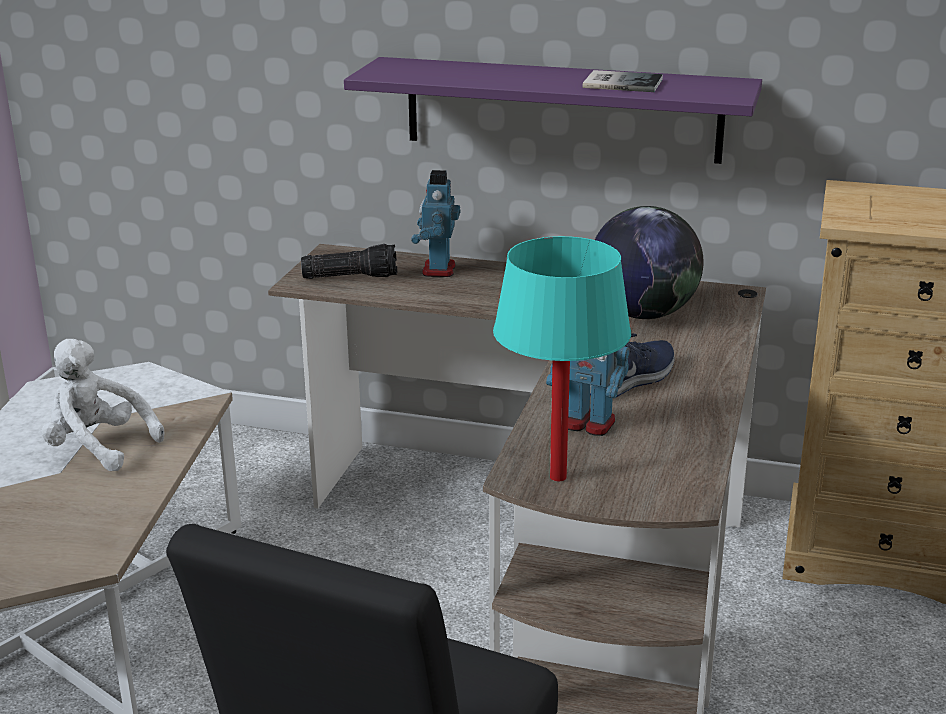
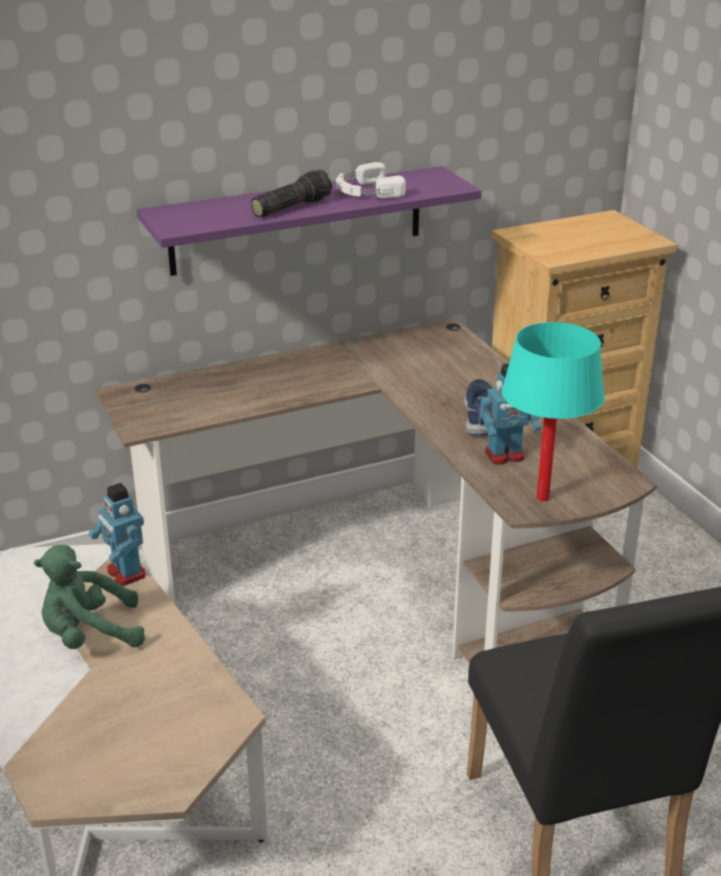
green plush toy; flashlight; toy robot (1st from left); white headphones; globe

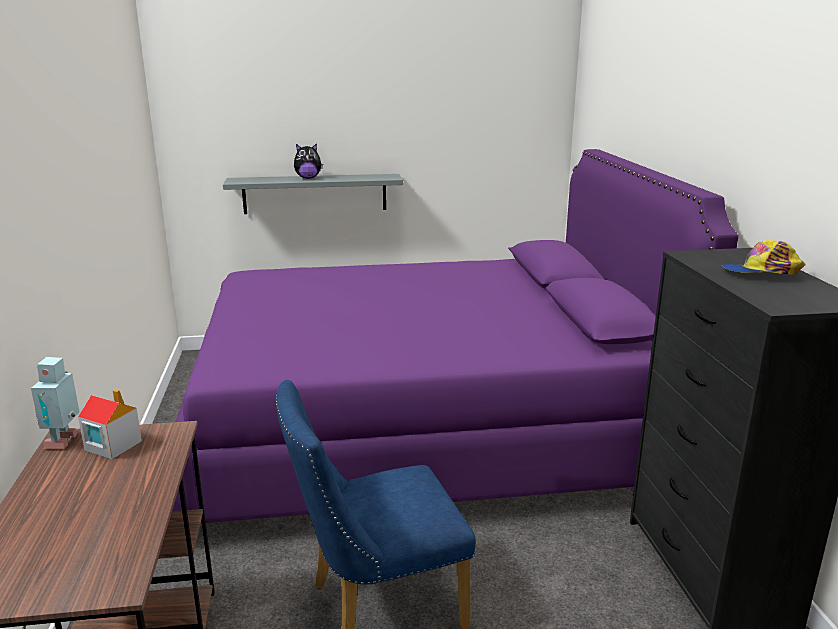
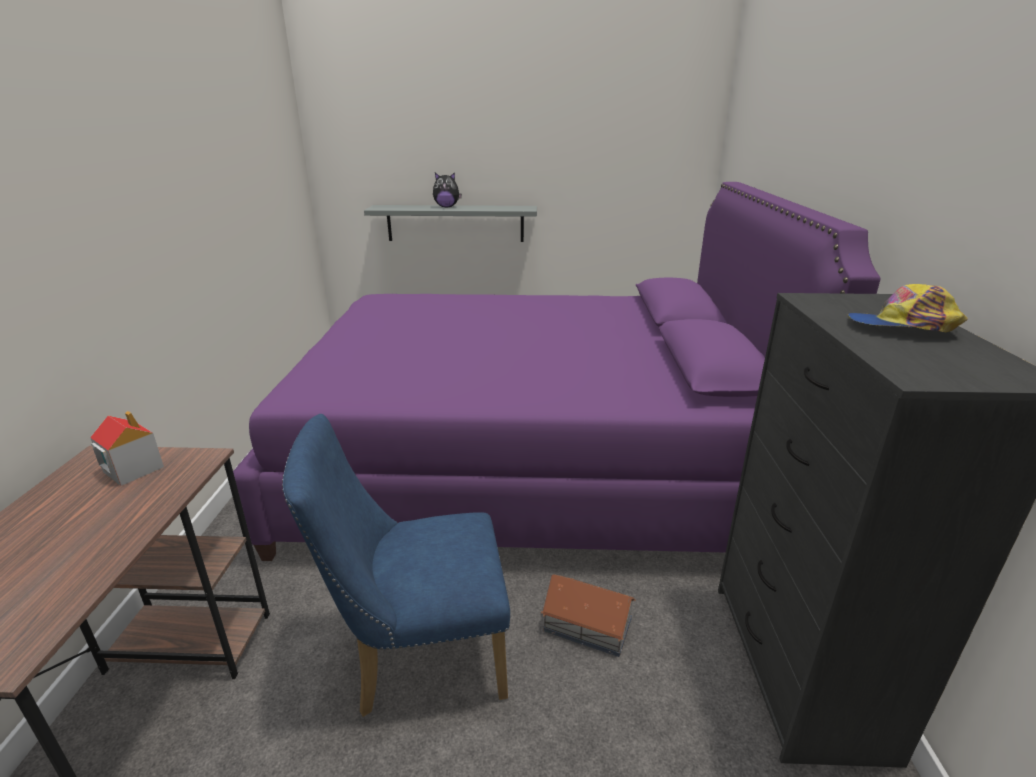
toy robot; toy house (2nd from left)

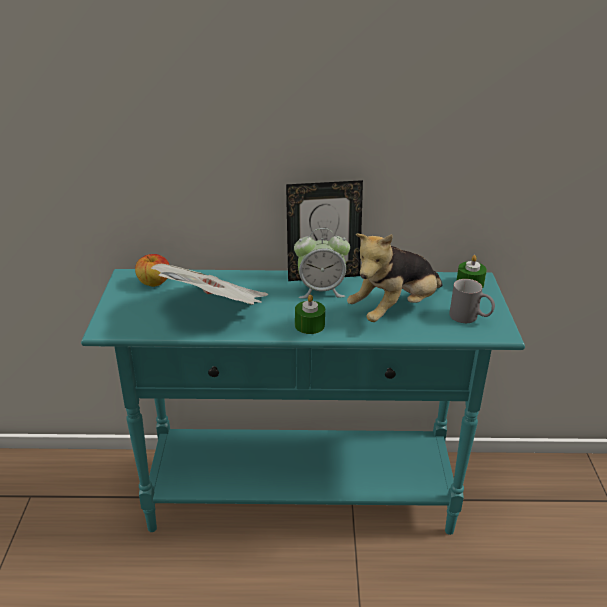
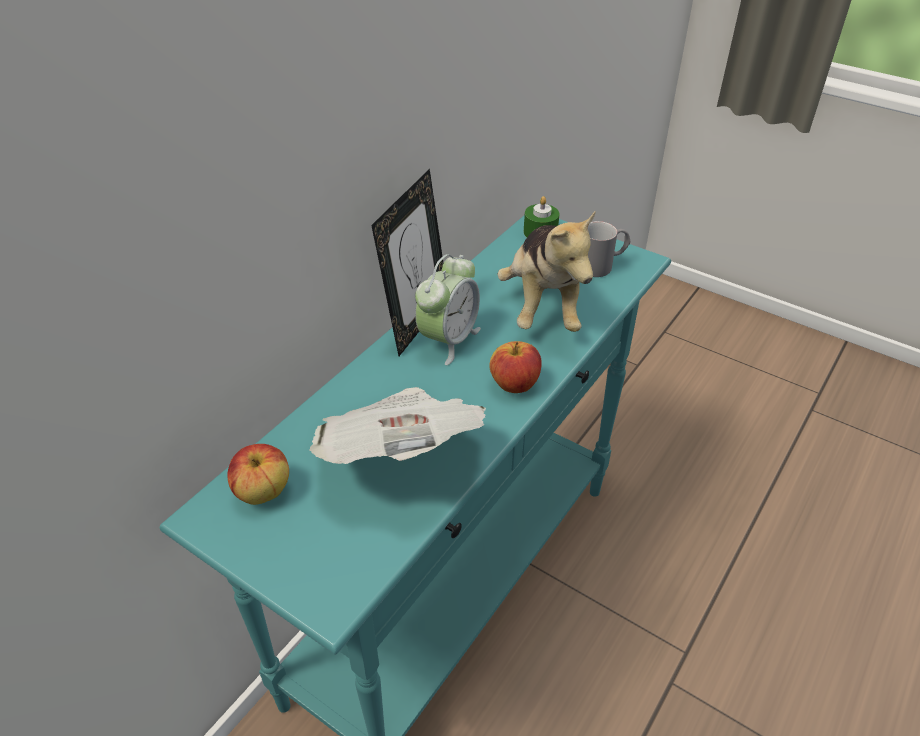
apple (2nd from left)

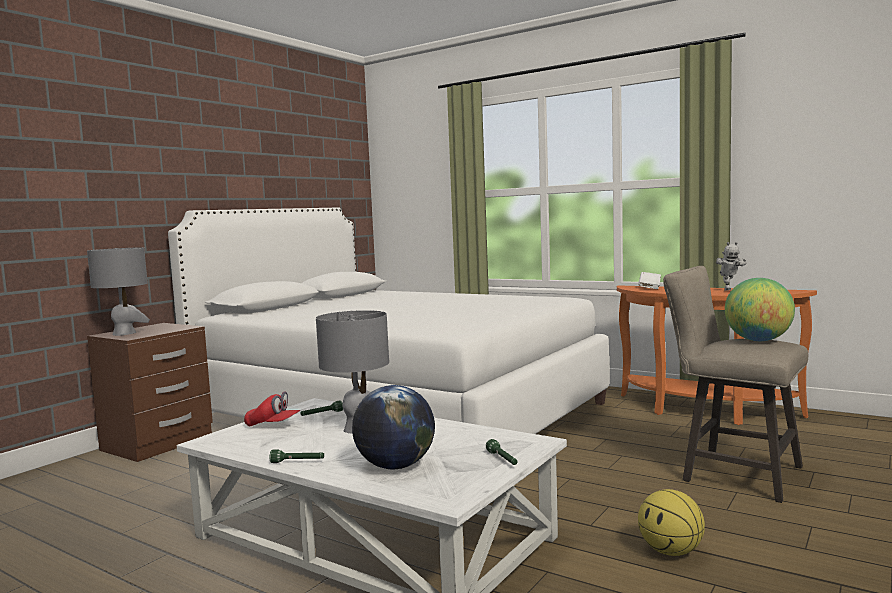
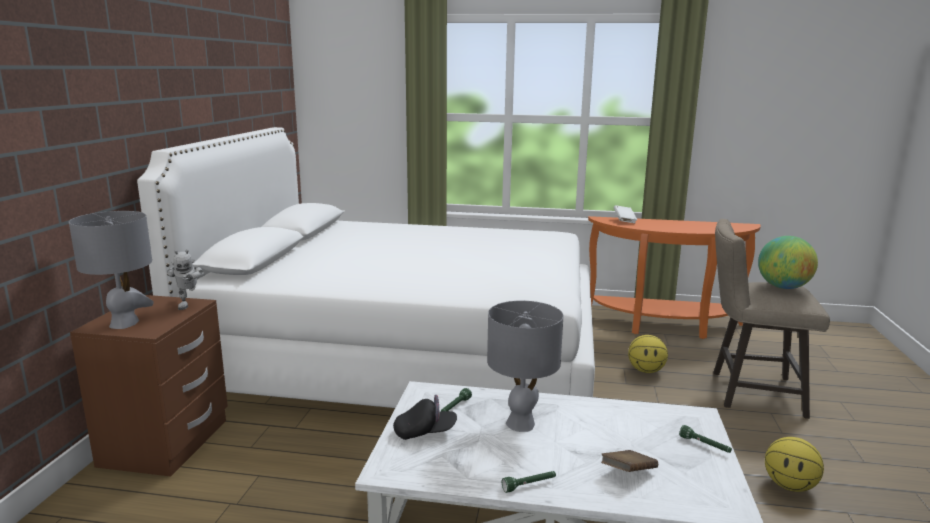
black cap; brown book; toy robot; basketball (1st from left)

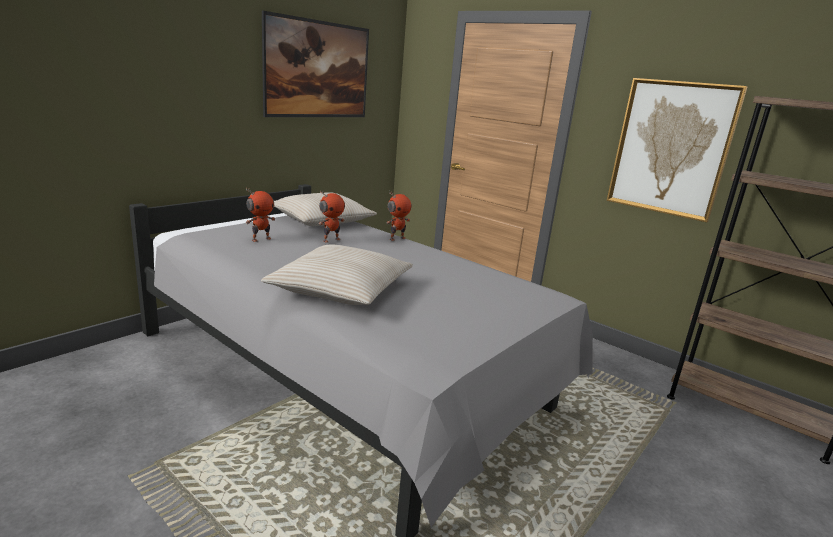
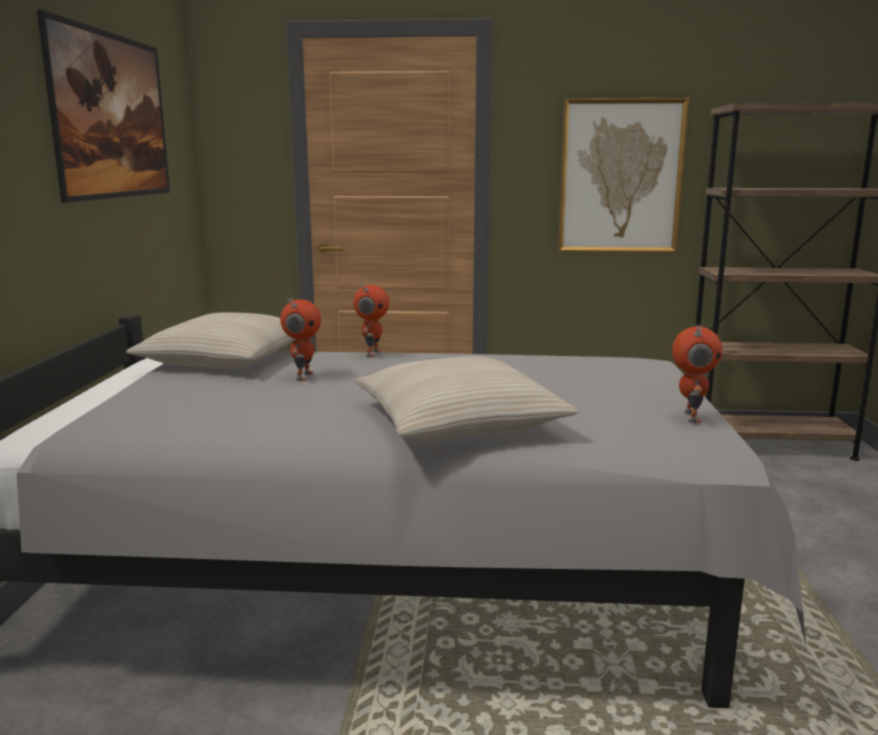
toy robot (3rd from left)

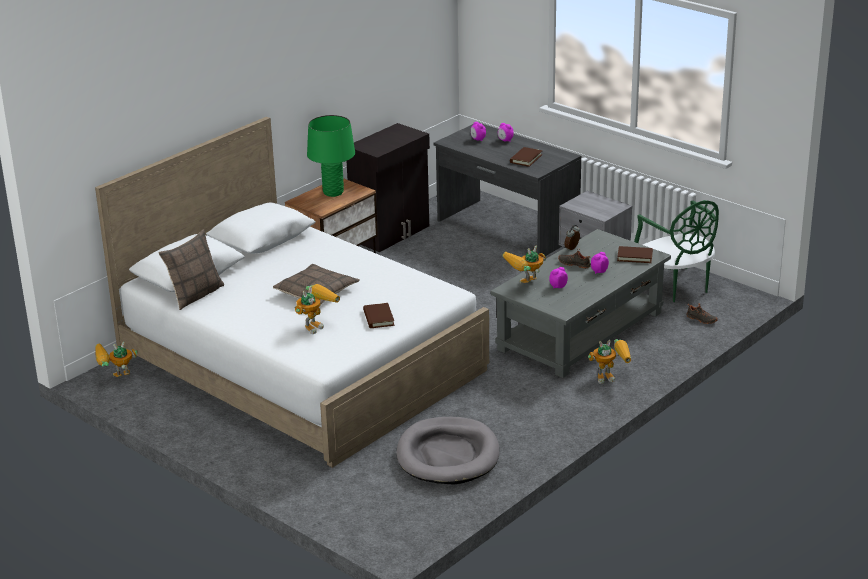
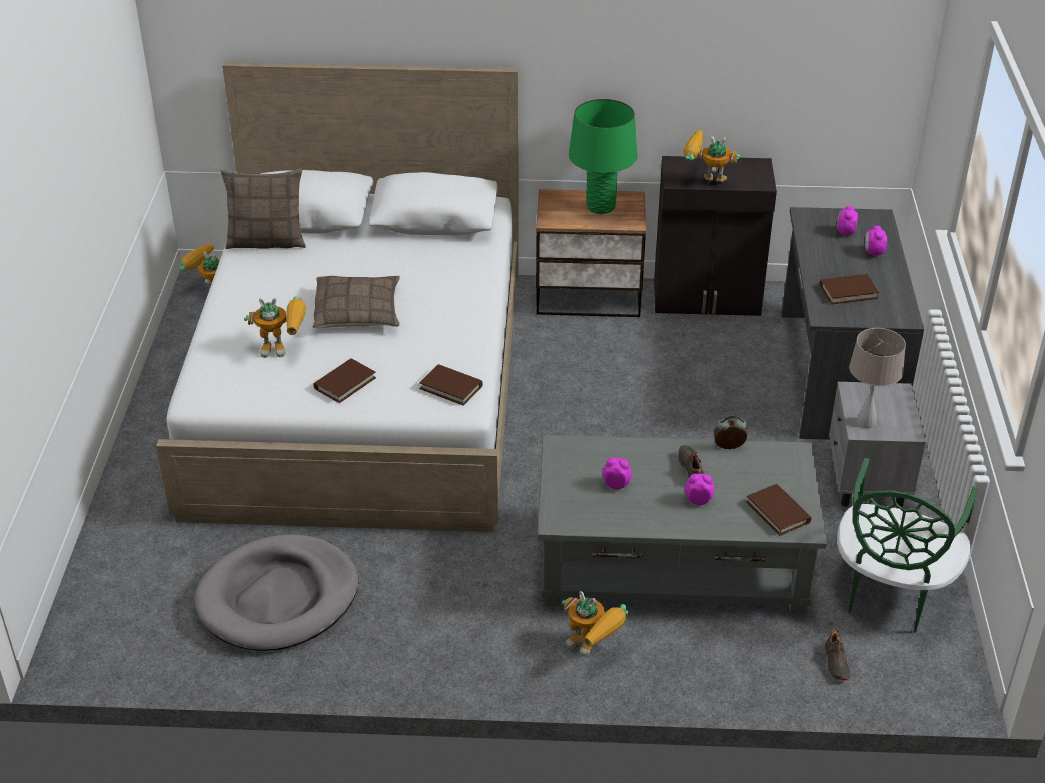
toy robot (4th from left); brown book (2nd from left); beige table lamp

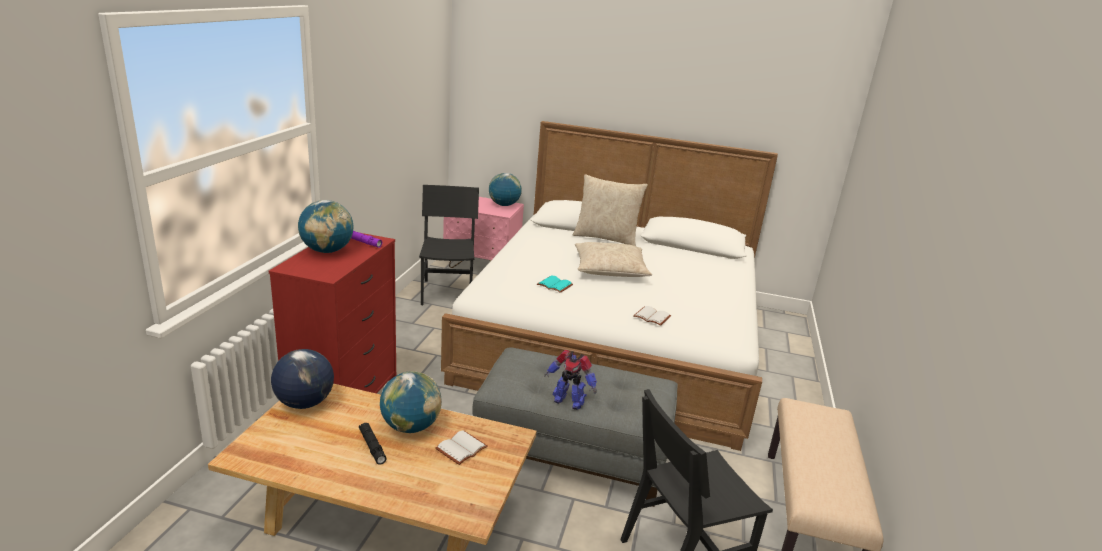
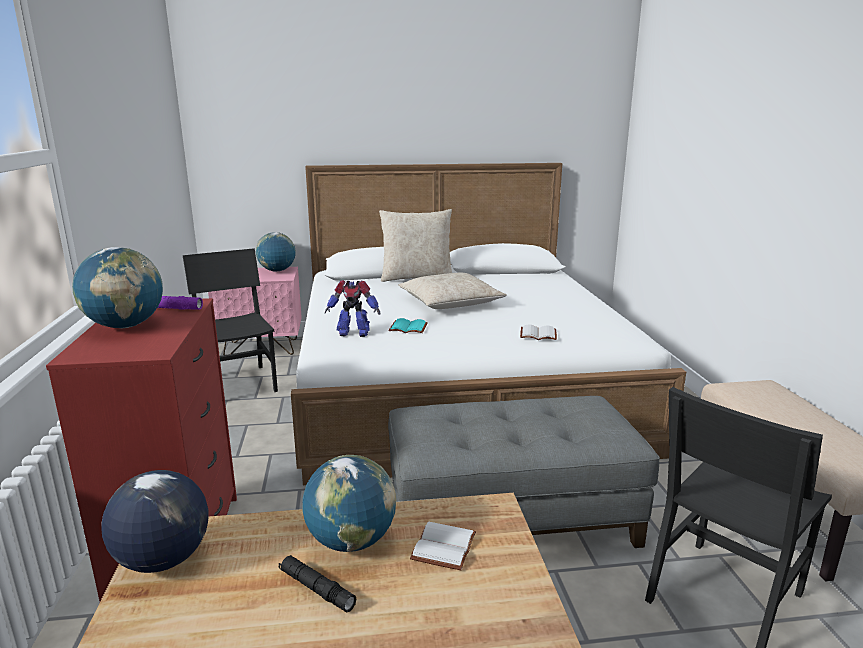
toy robot

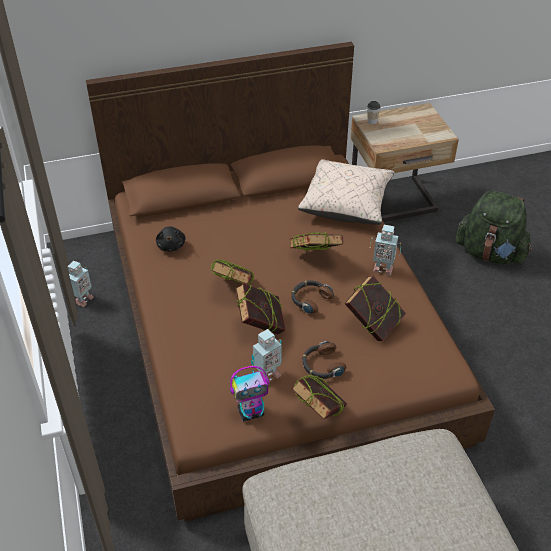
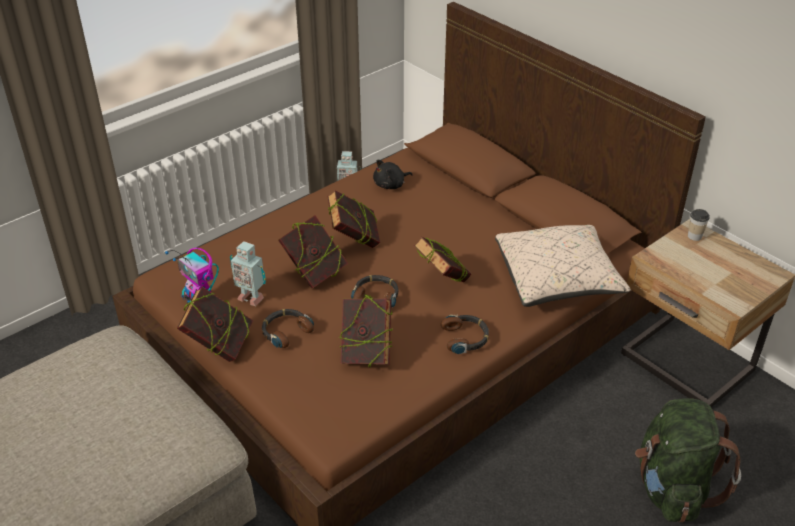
headphones (3rd from left)

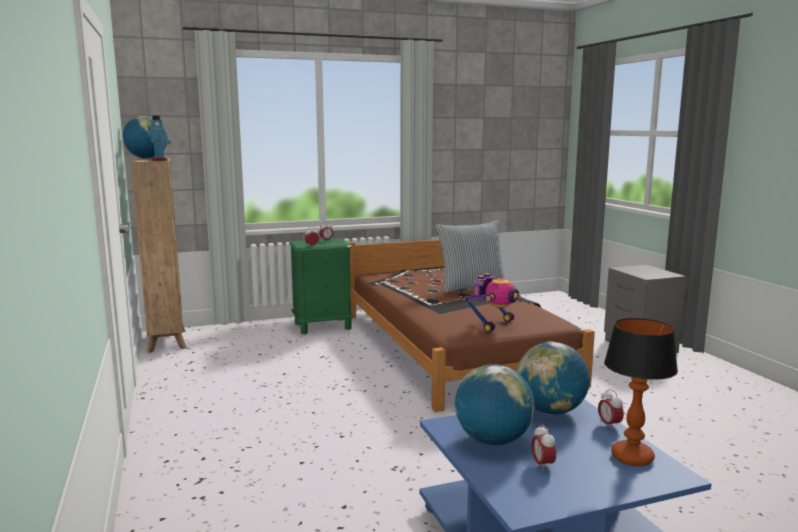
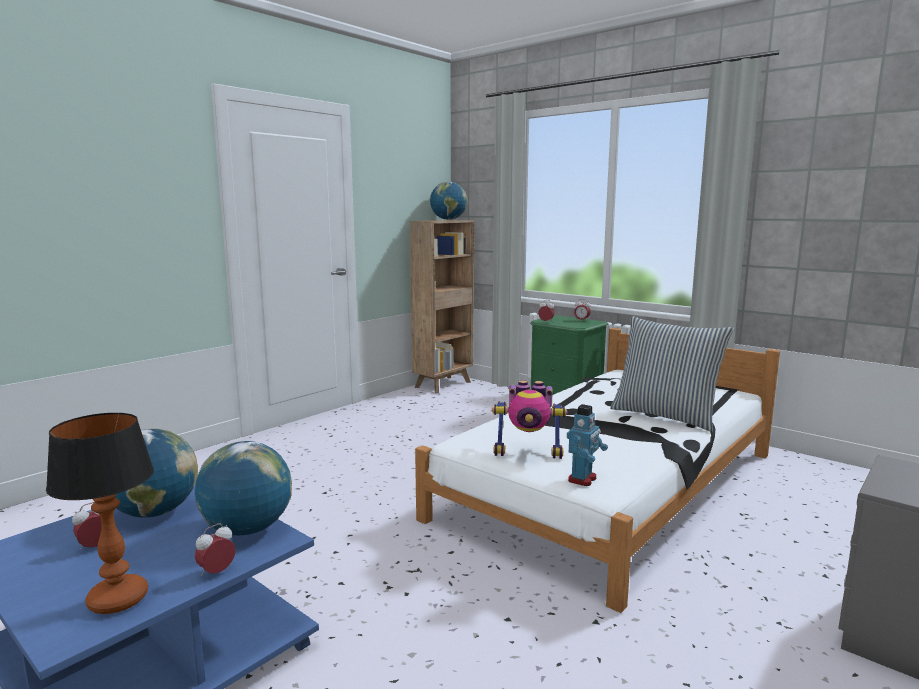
toy robot (2nd from left); white bed

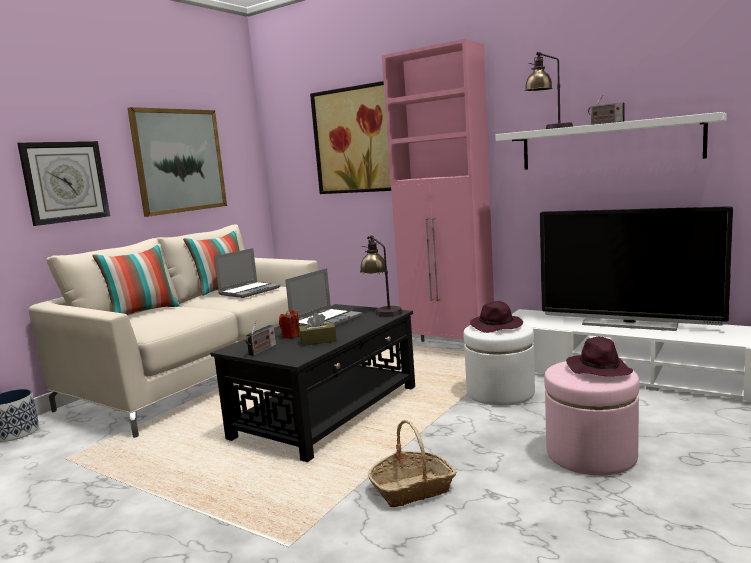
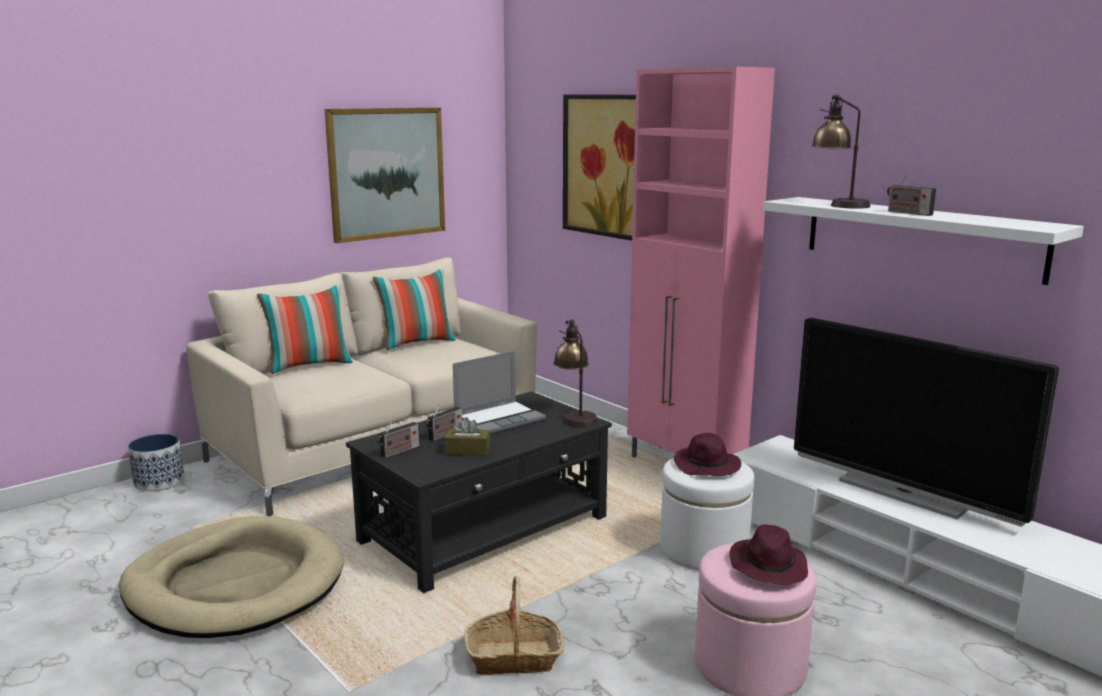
wall clock; laptop (1st from left in the first image); radio (2nd from left); beige dog bed

